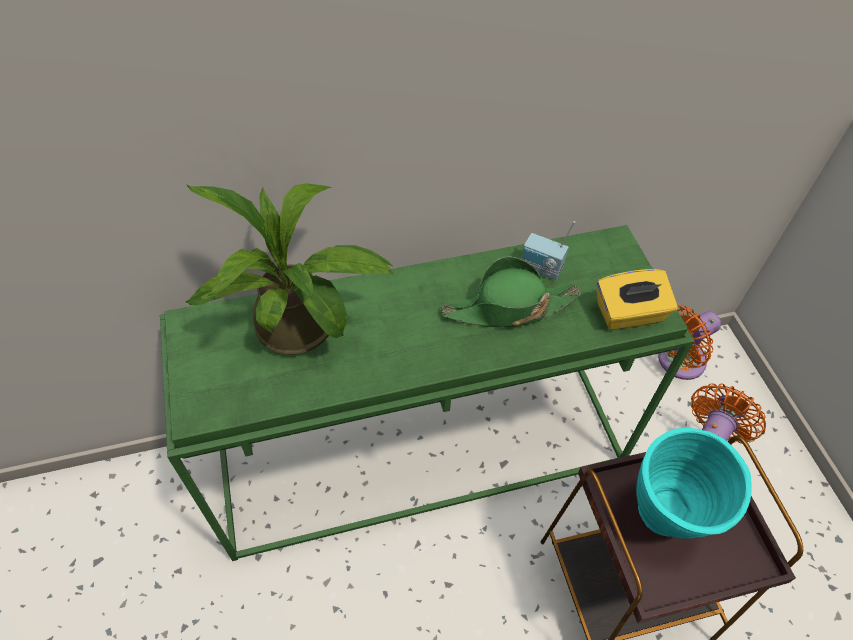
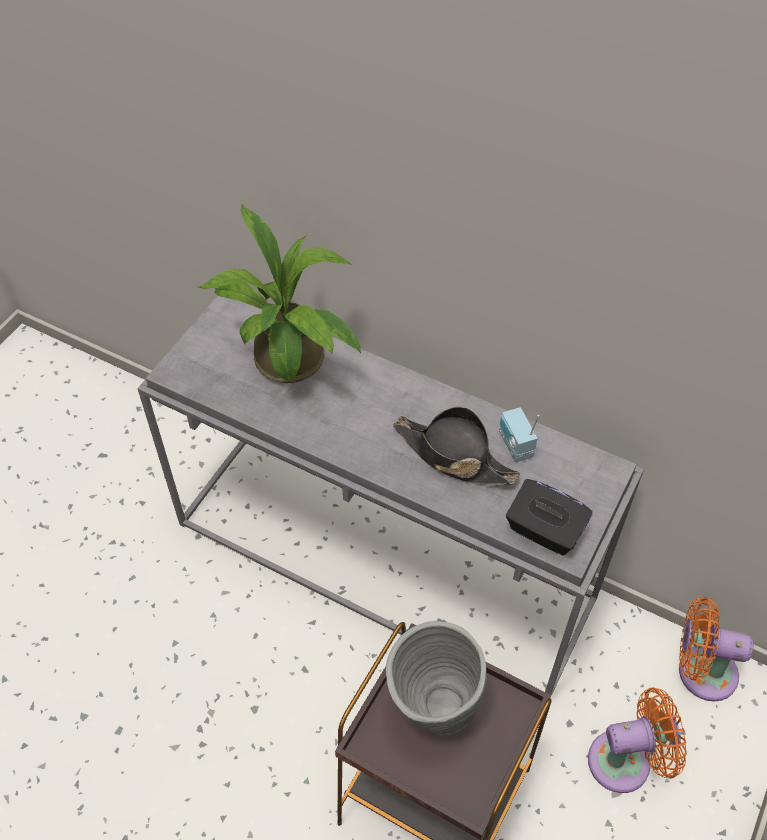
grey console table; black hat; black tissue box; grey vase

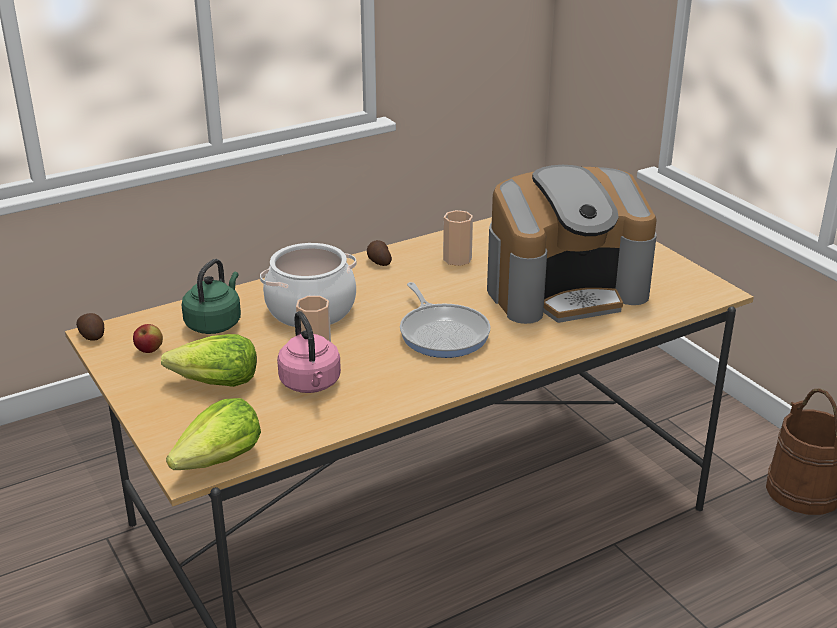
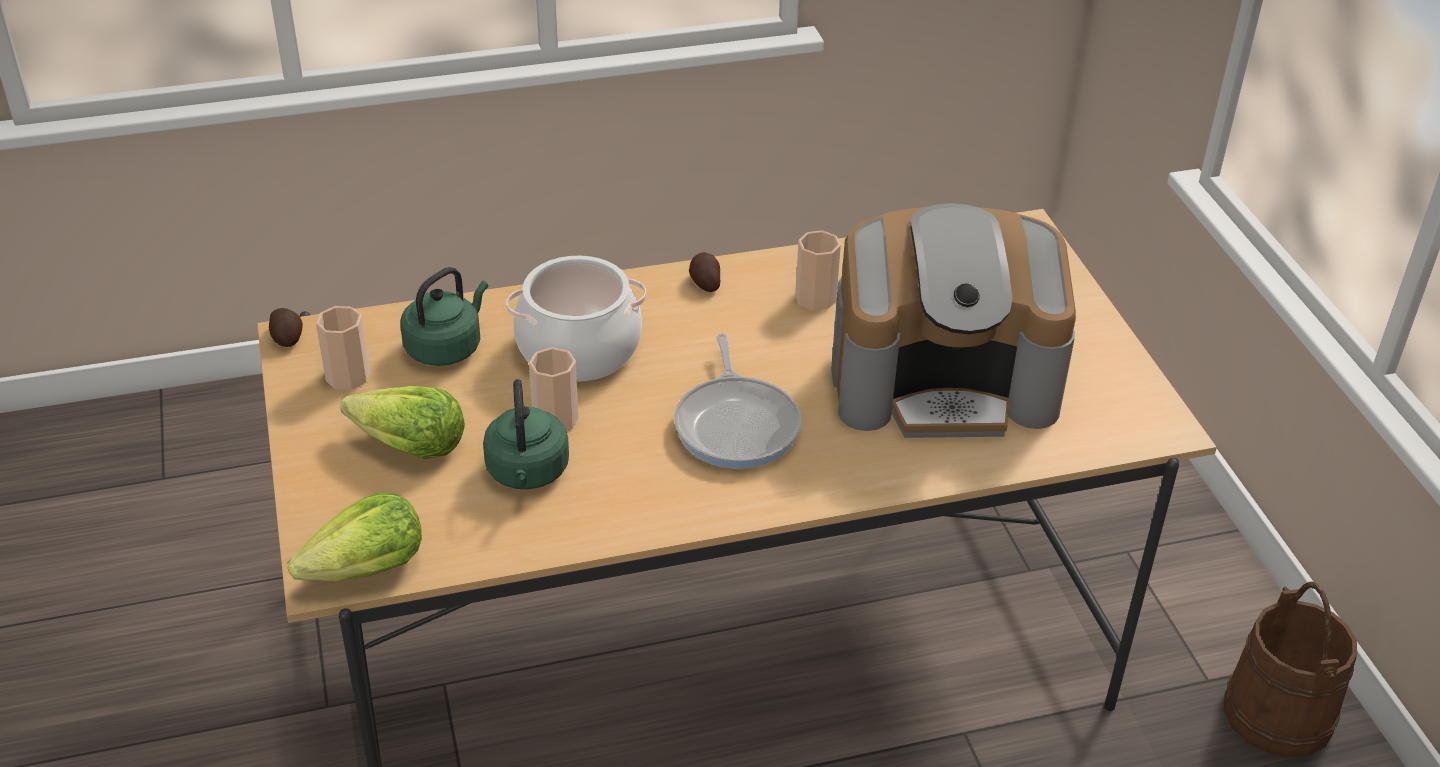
cup (1st from left); green kettle (2nd from left)

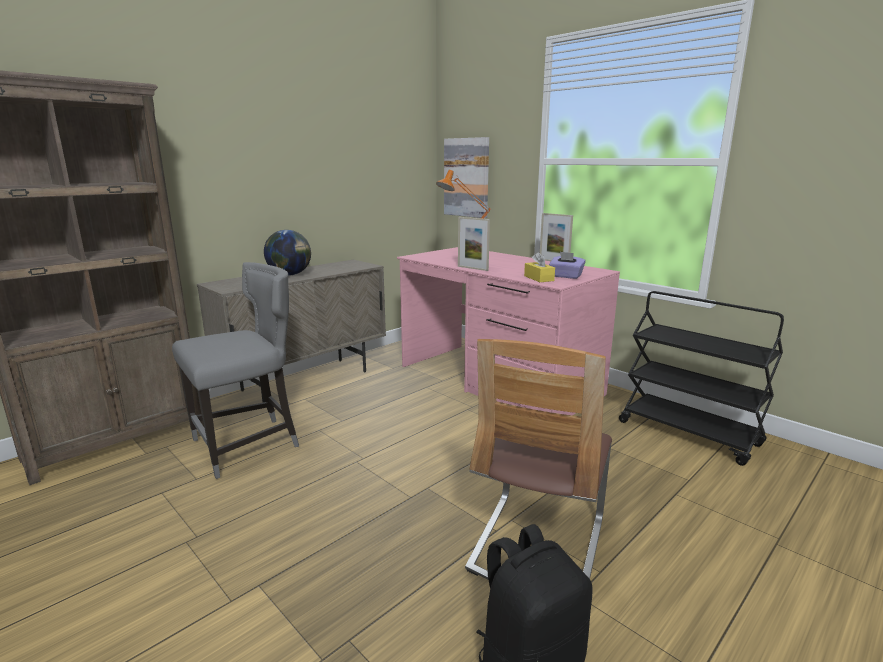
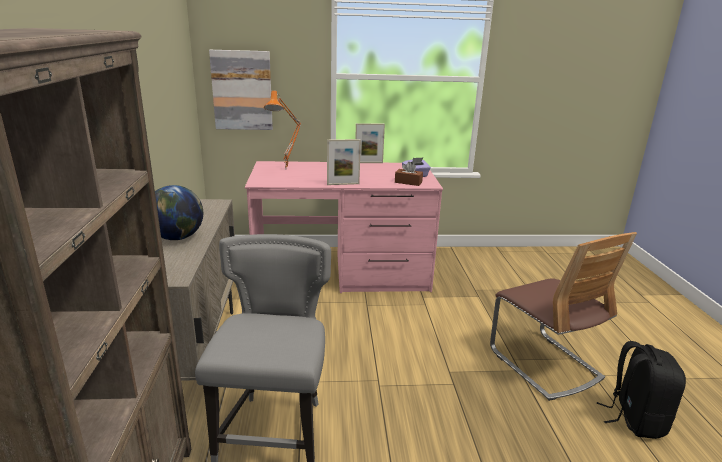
brown tissue box; black cart

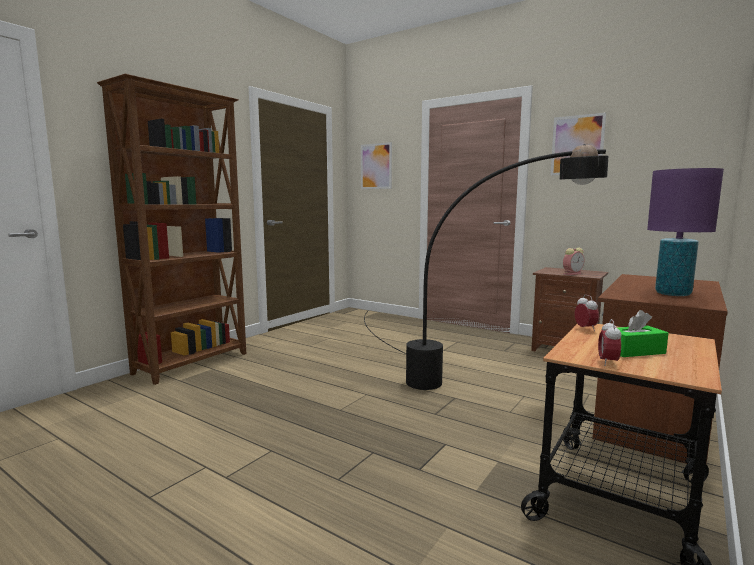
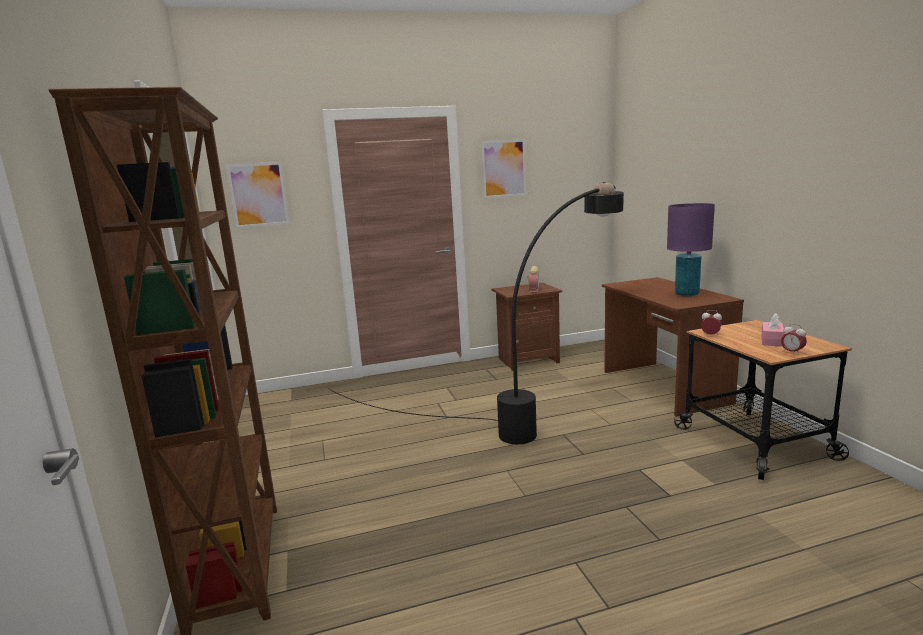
pink tissue box

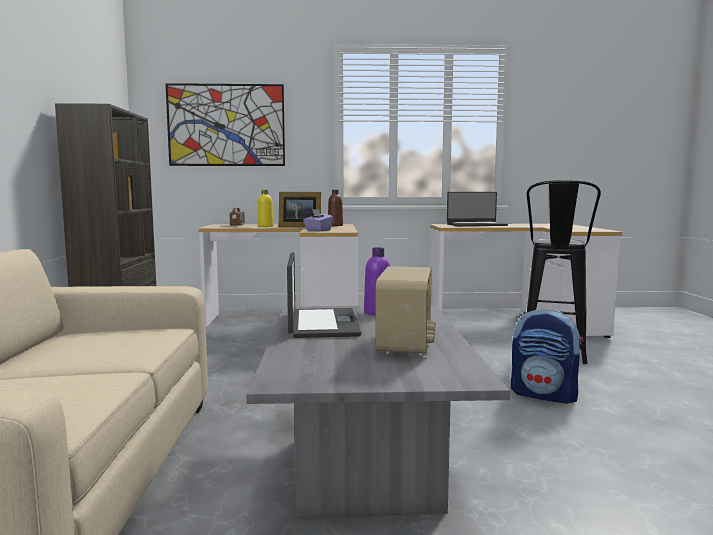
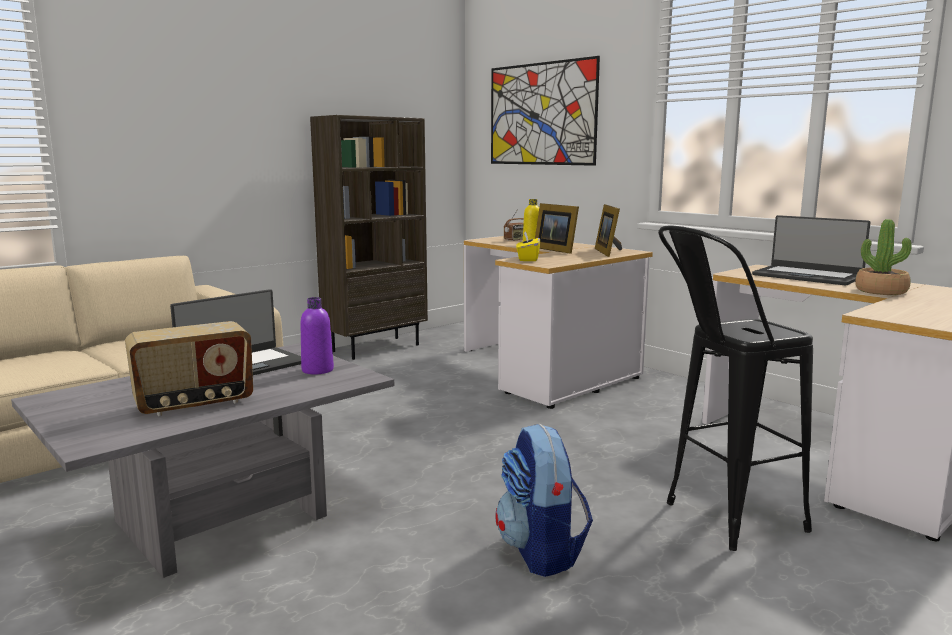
yellow tissue box; picture frame (2nd from left); potted plant

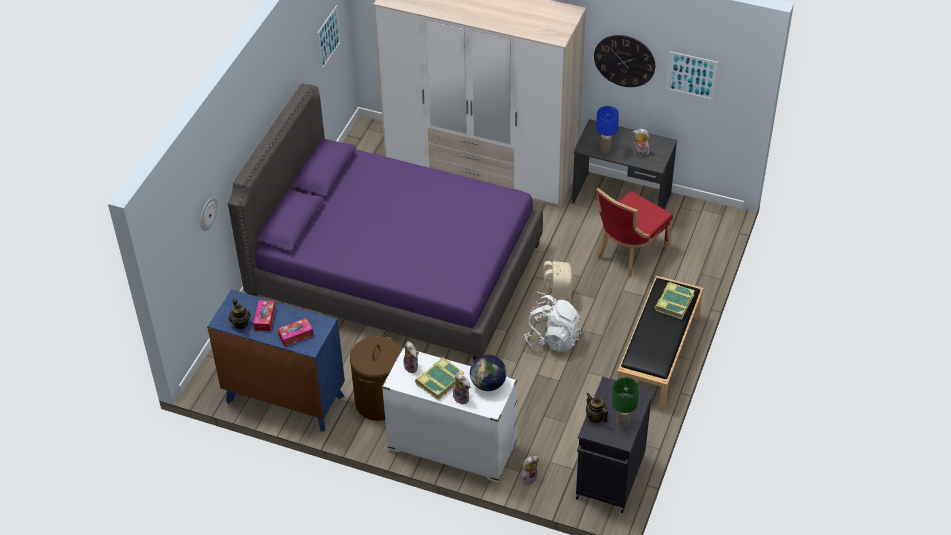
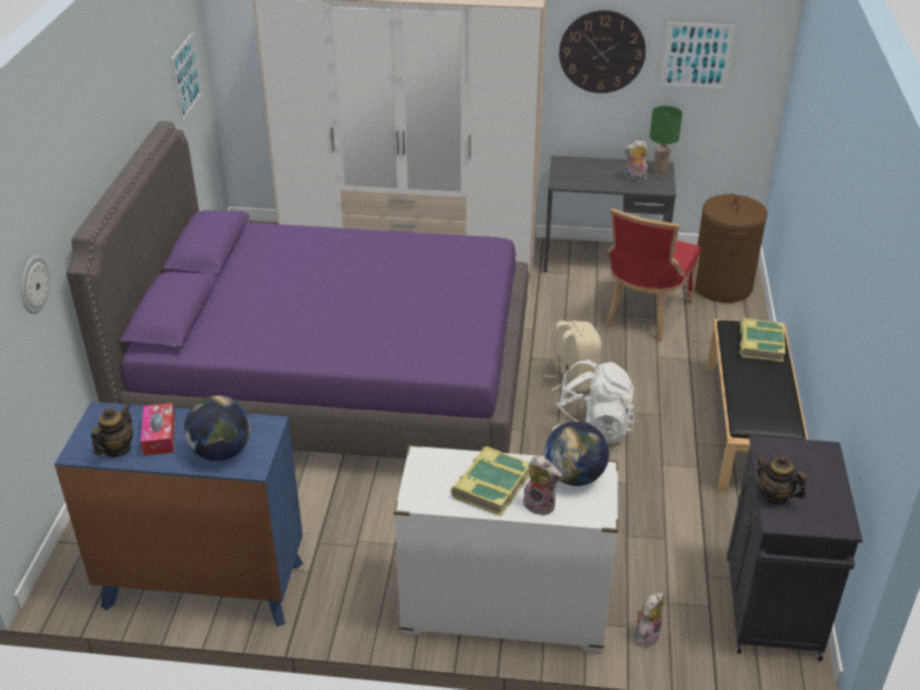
teapot (1st from left); globe (1st from left); brown laundry basket; plush toy (1st from left in the first image); blue table lamp; green table lamp

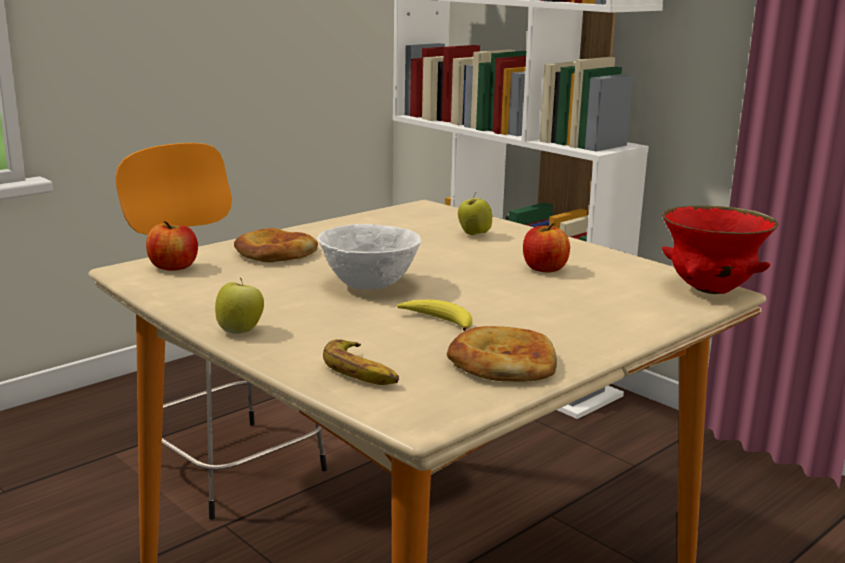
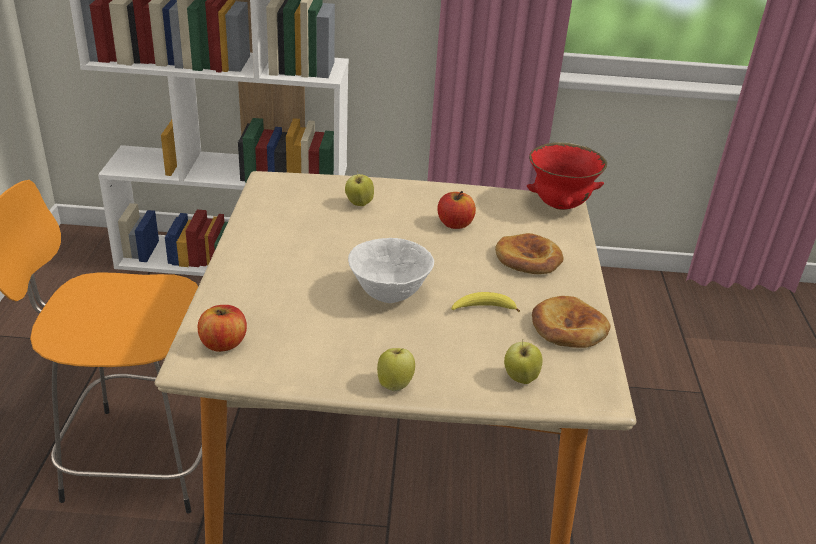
bread (1st from left); apple (5th from left)

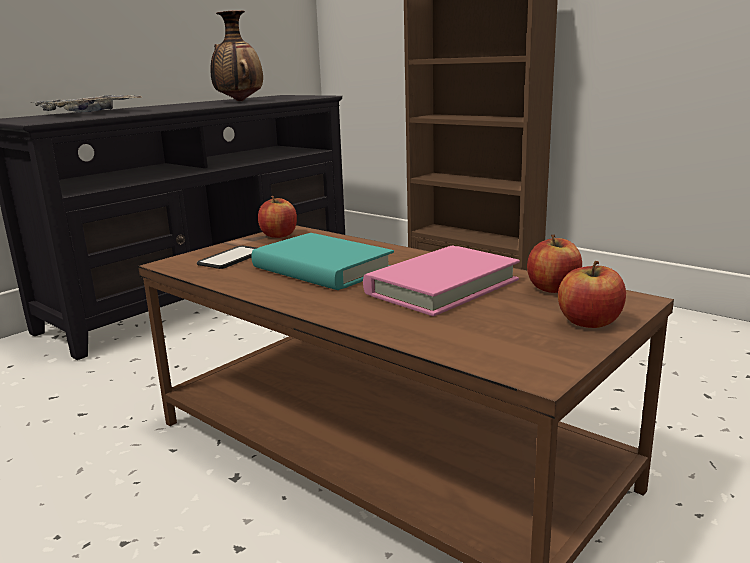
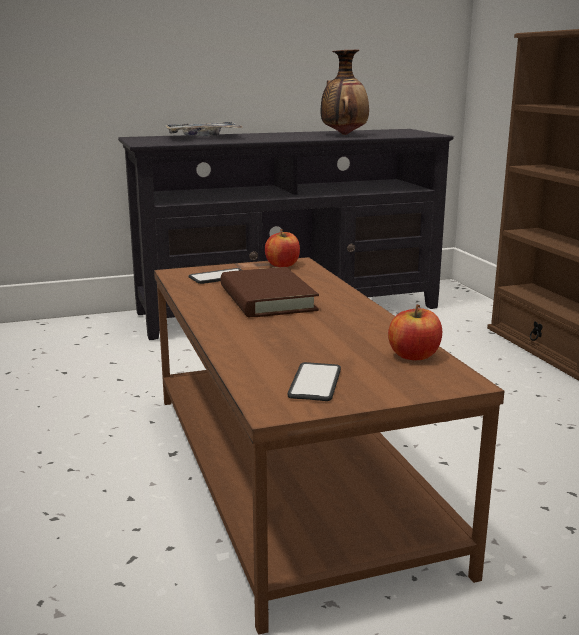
brown book; pink book; apple (3rd from left in the first image); phone (2nd from left)

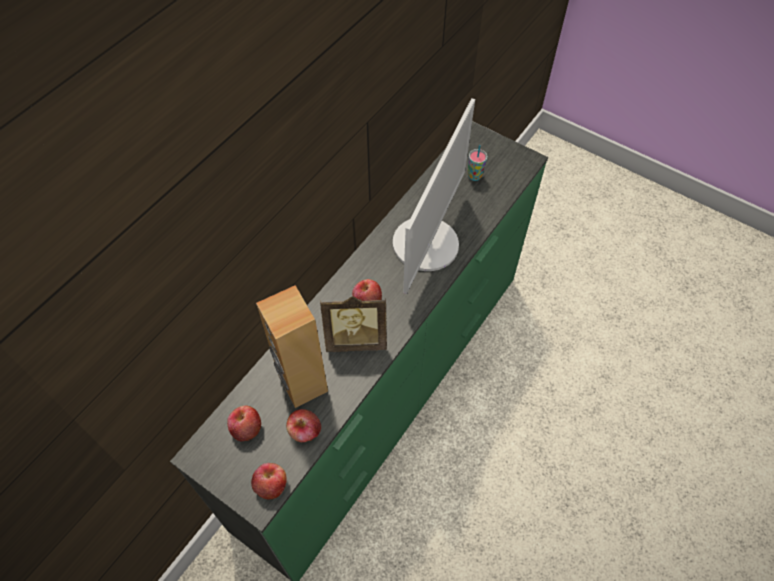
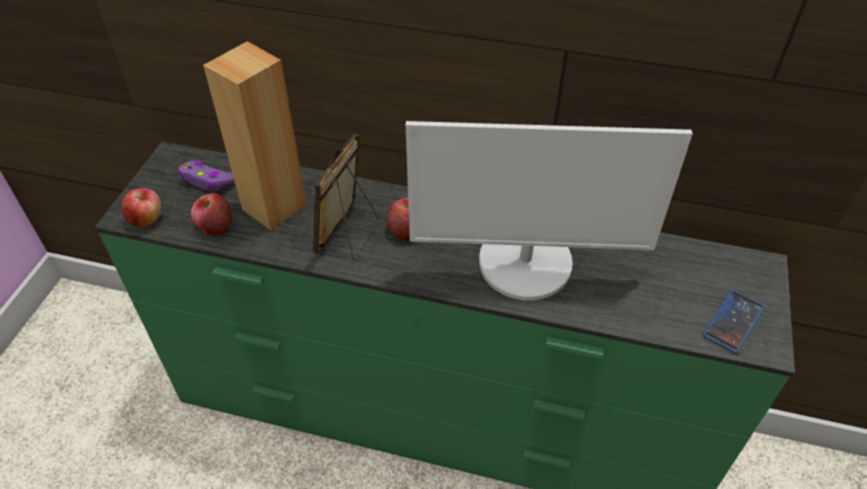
purple game controller; picture frame; cup; phone

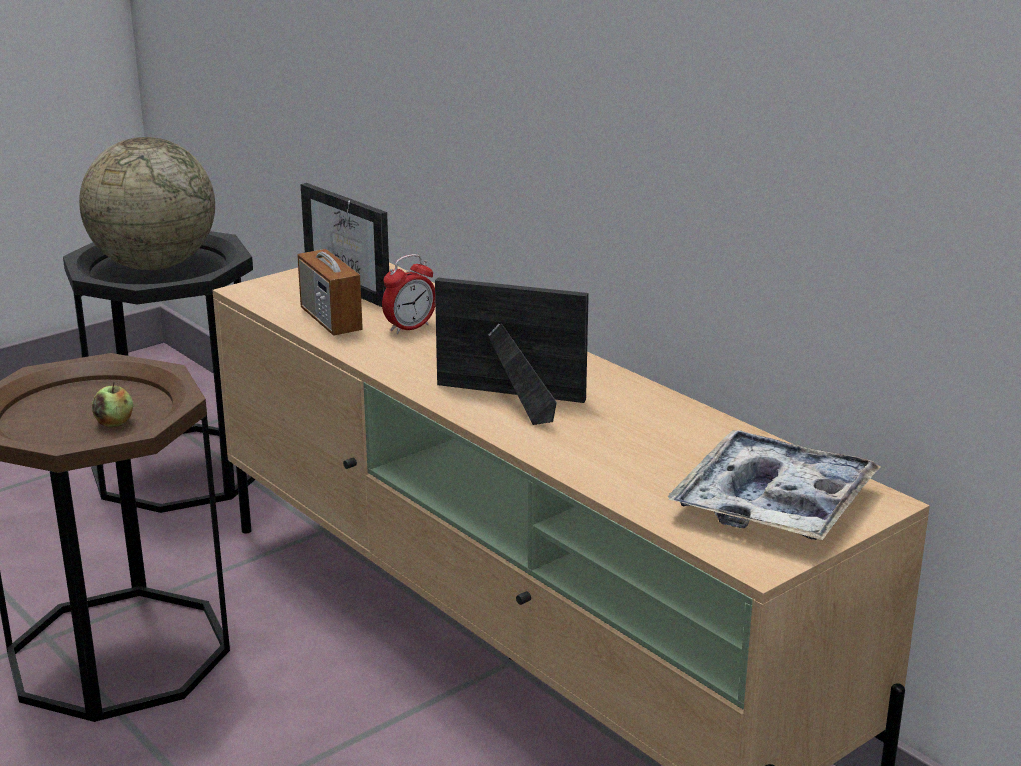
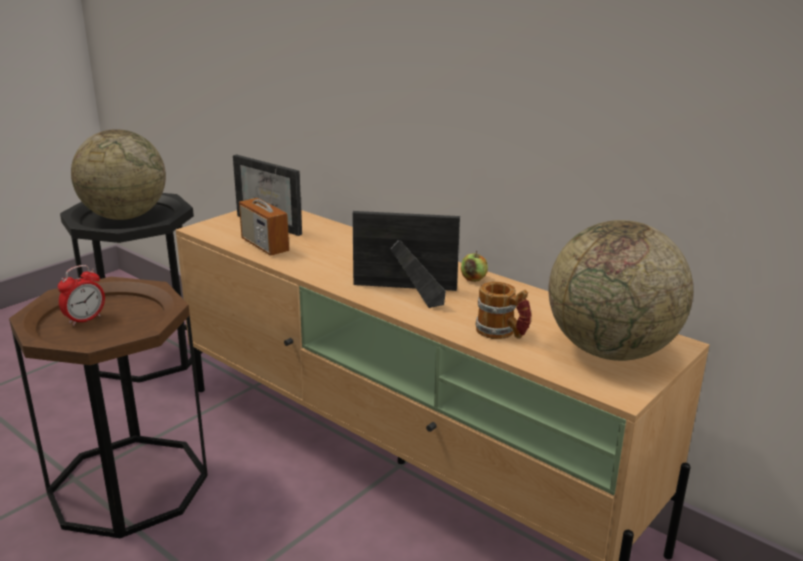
apple; alarm clock; globe (2nd from left); mug

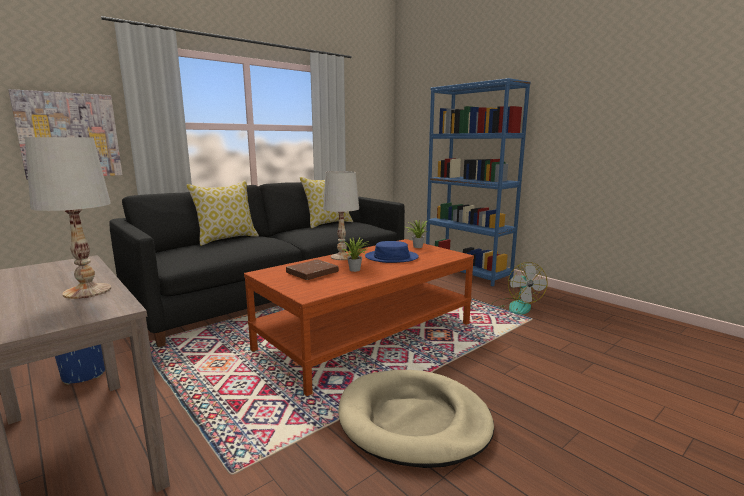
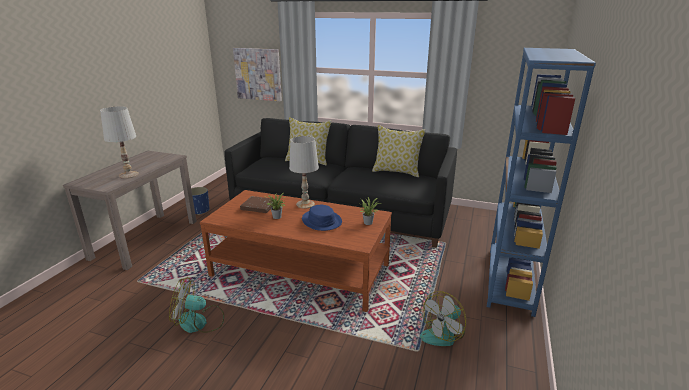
fan (1st from left)

